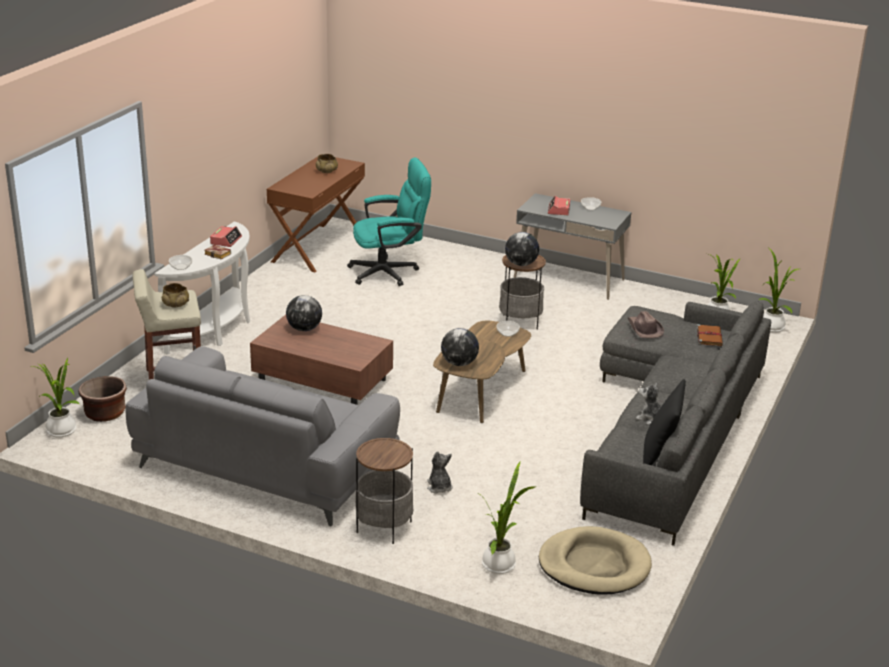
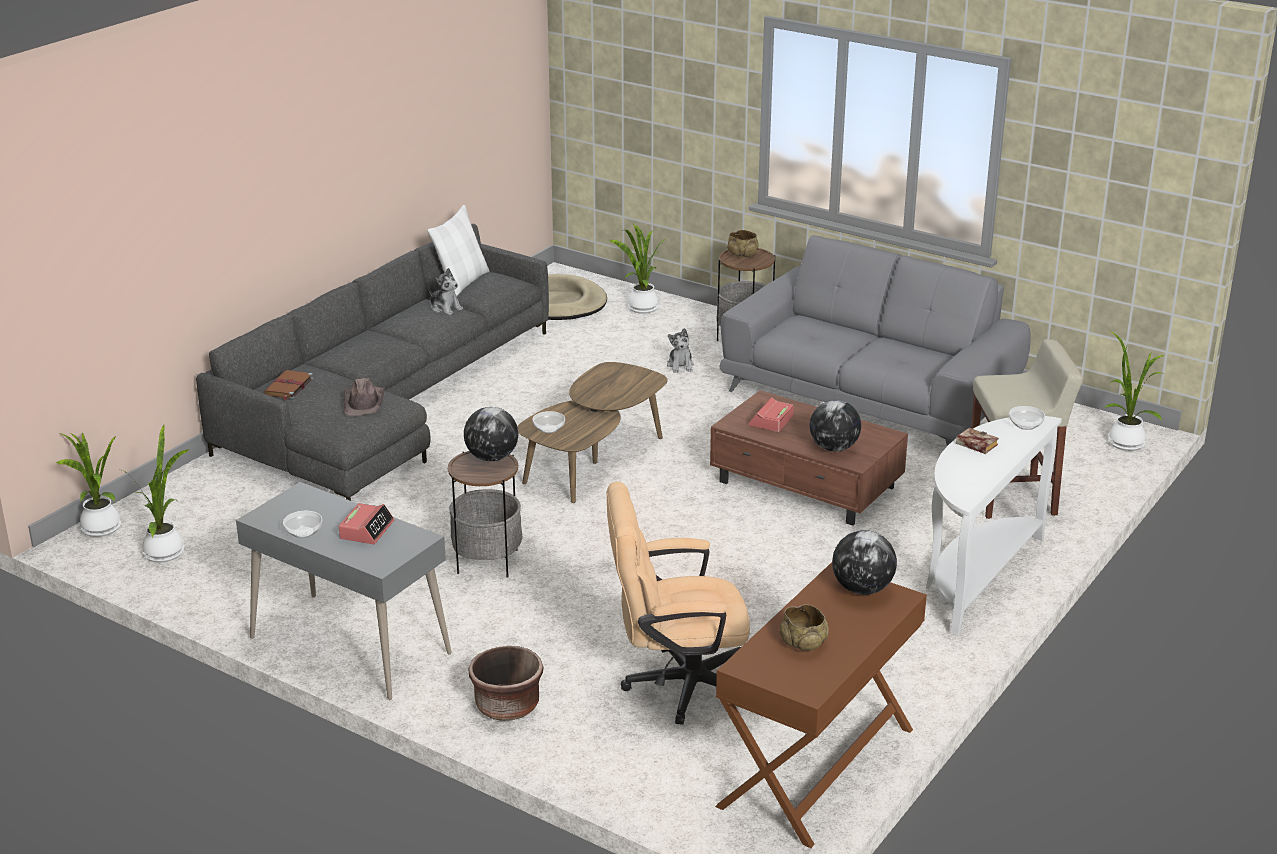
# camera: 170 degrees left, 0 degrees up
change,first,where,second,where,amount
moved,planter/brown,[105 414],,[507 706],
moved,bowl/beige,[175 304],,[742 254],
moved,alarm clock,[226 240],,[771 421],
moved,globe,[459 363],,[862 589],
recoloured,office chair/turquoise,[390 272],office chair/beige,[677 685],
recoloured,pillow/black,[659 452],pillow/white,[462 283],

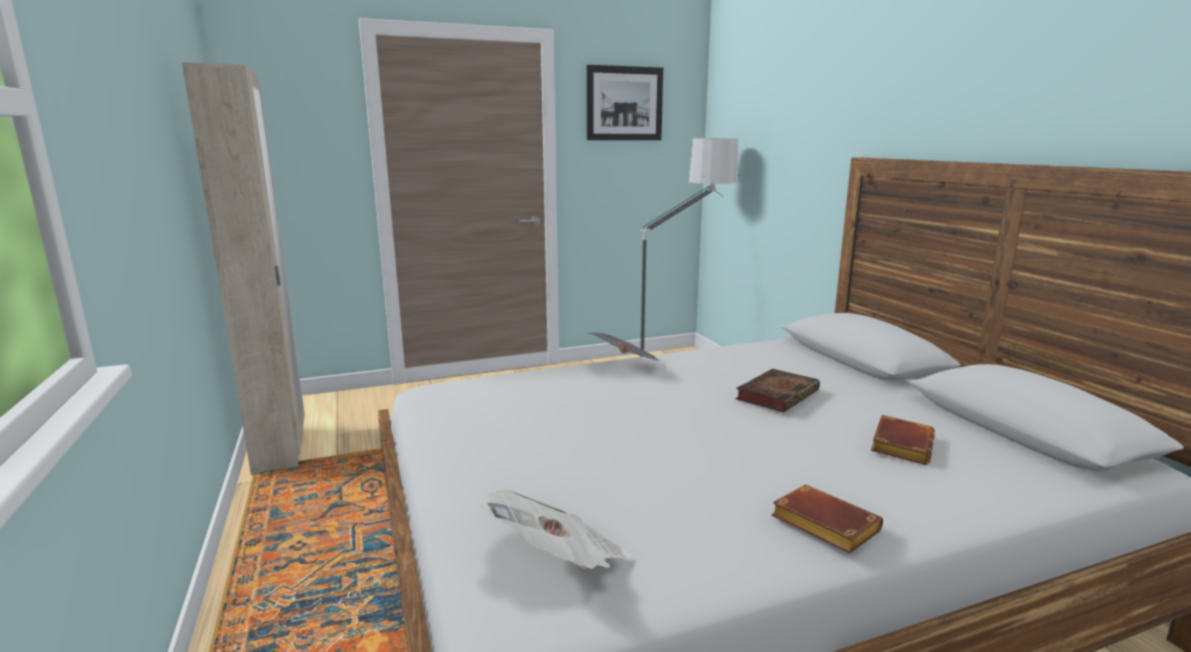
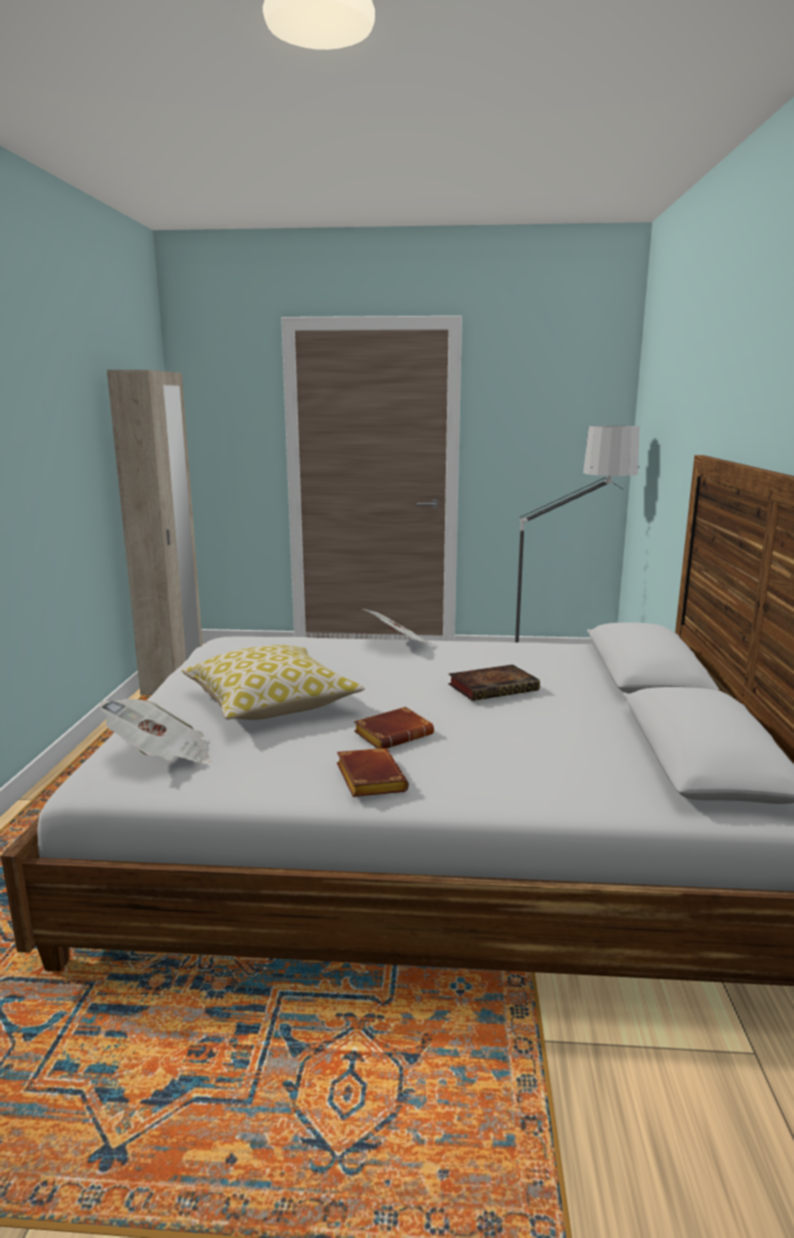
# camera: 25 degrees right, 0 degrees up
change,first,where,second,where,amount
removed,picture,[624 103],,,
added,,,pillow,[271 704],
moved,book/brown,[899 445],,[394 734],

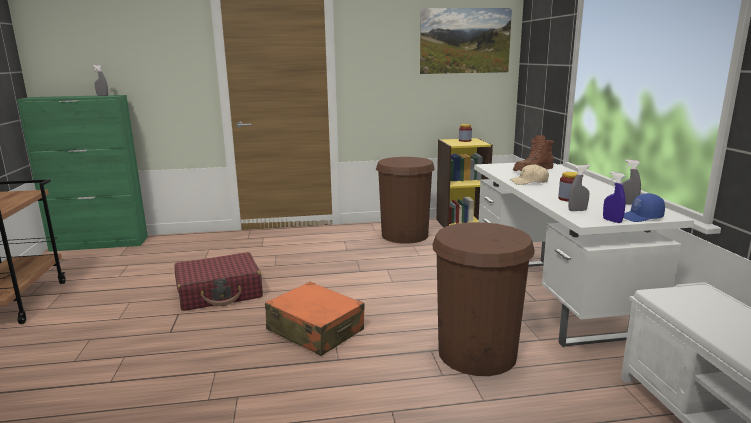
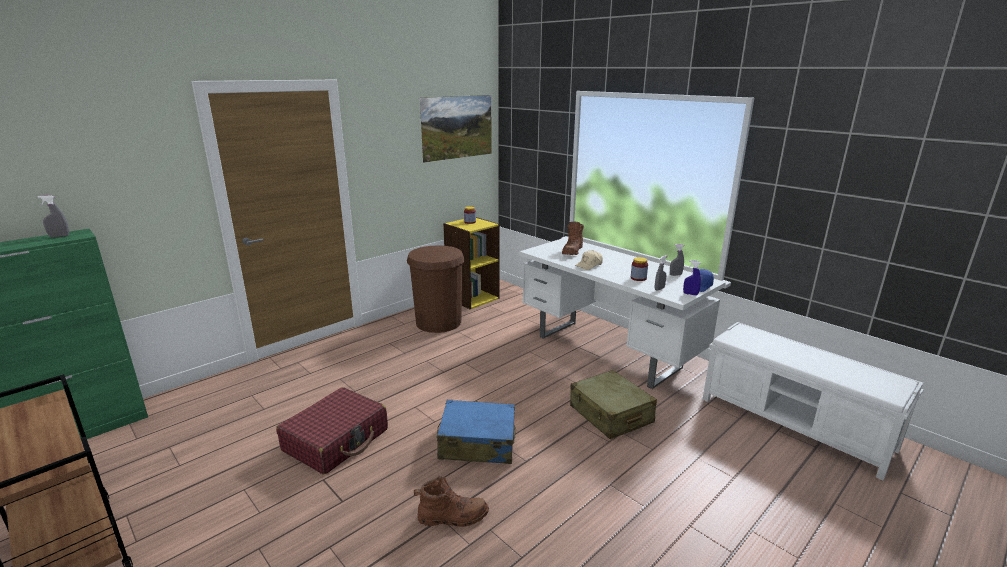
# camera: 35 degrees left, 5 degrees up
change,first,where,second,where,amount
added,,,boot/brown,[453 517],
replaced,trash can/brown,[477 353],suitcase/beige,[610 414],
recoloured,suitcase/orange,[315 330],suitcase/blue,[477 443],

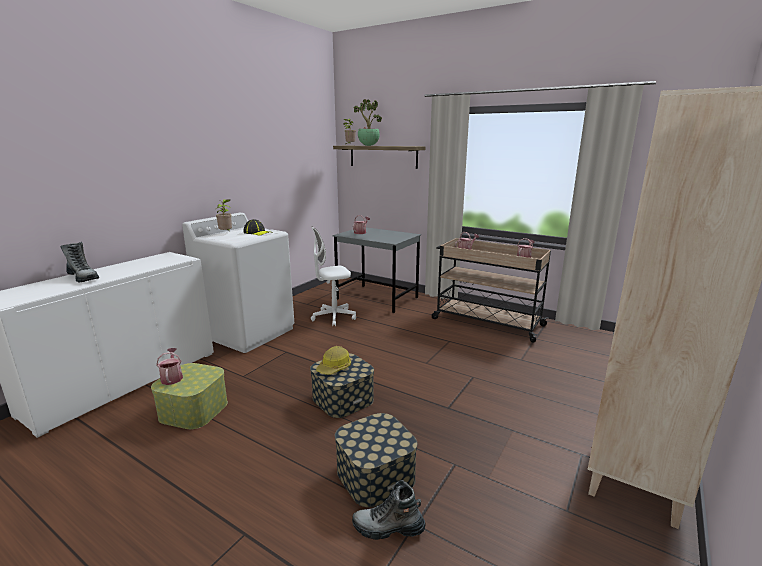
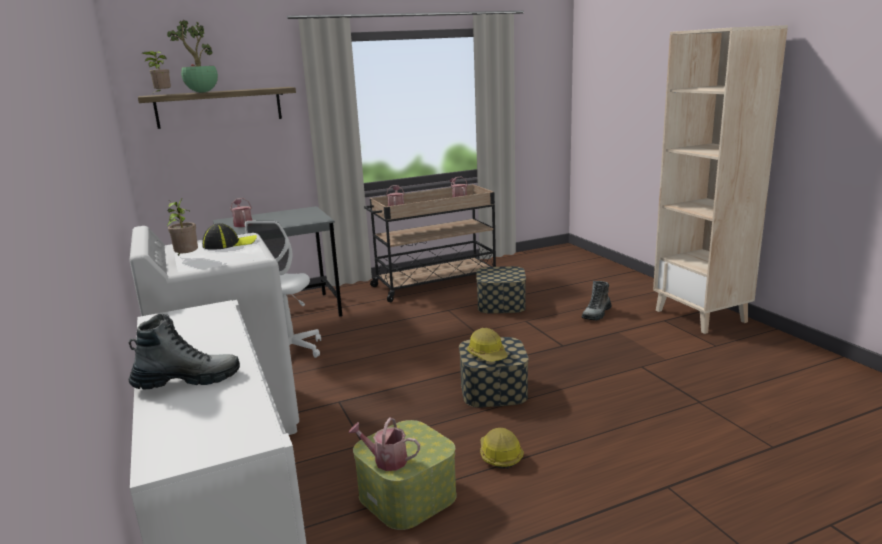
# camera: 55 degrees left, 0 degrees up
change,first,where,second,where,amount
added,,,hard hat,[499 455],
moved,storage box,[375 475],,[501 304],
moved,boot,[388 528],,[596 314],

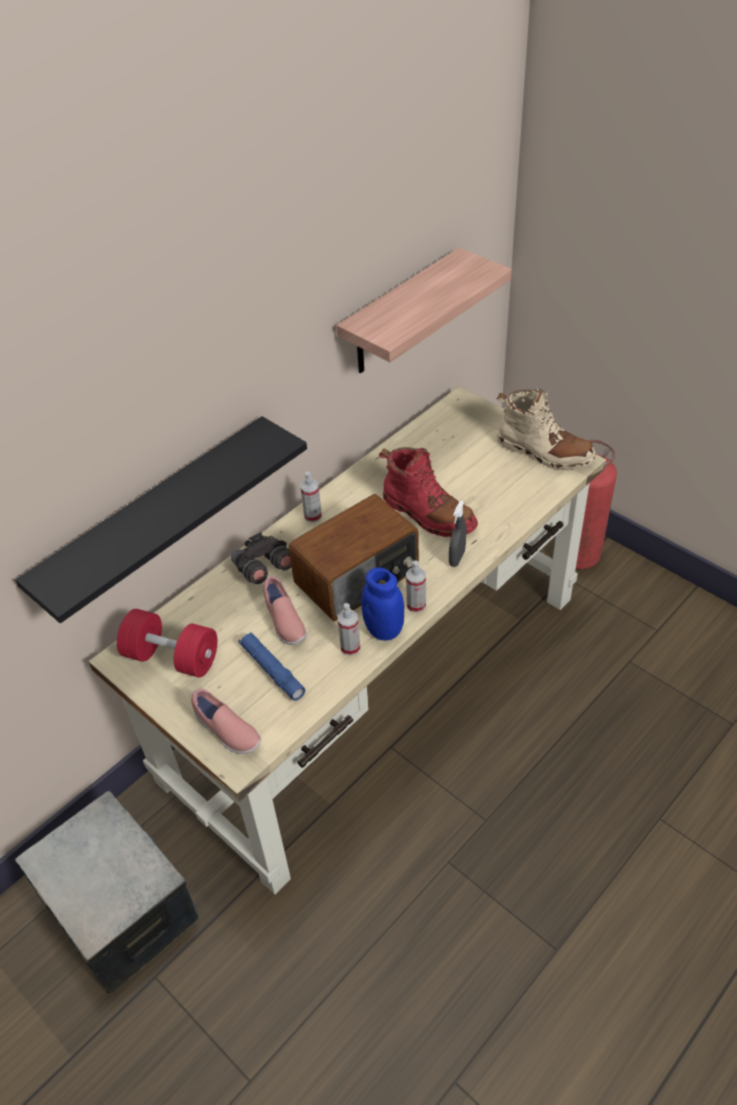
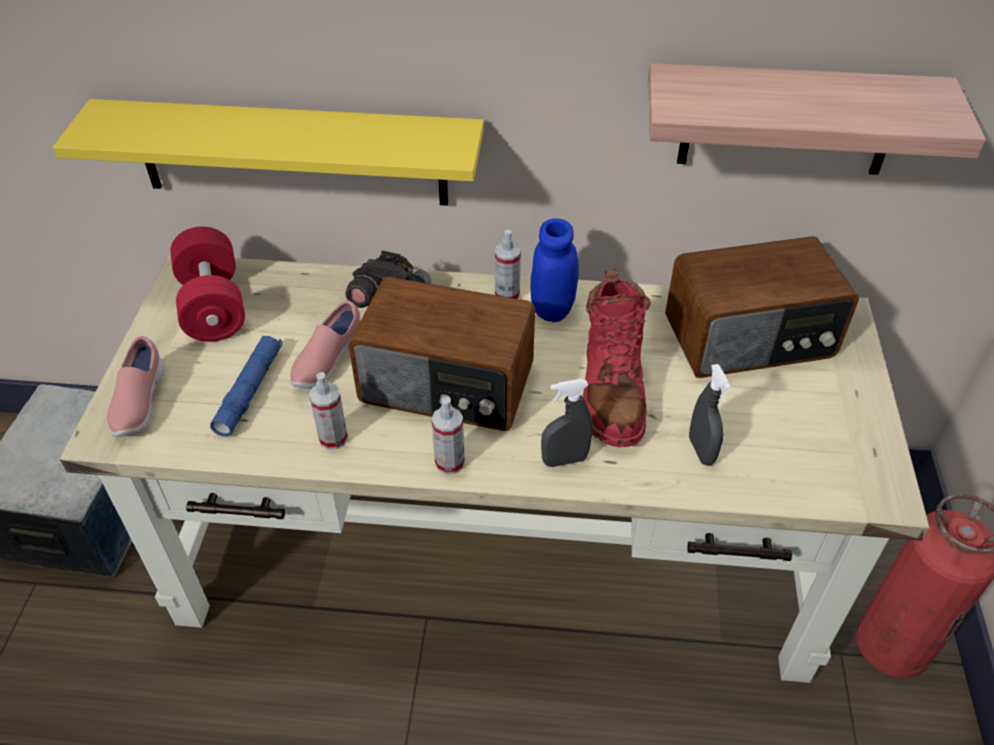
# camera: 50 degrees right, 0 degrees up
change,first,where,second,where,amount
removed,boot/beige,[544 452],,,
added,,,radio,[750 339],
added,,,spray bottle/grey,[701 450],
moved,jar/blue,[384 630],,[552 309],
recoloured,shelf/black,[156 519],shelf/yellow,[291 153],

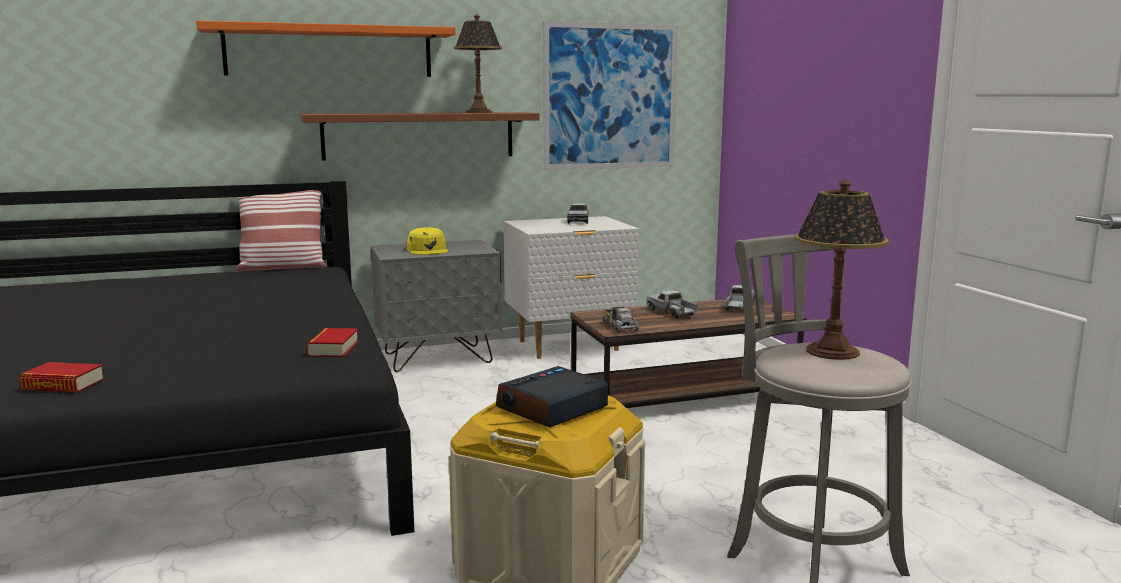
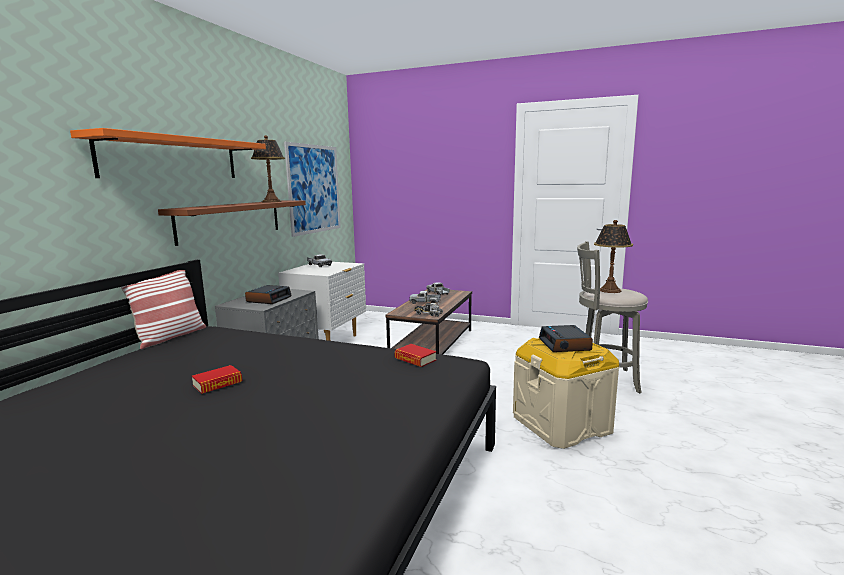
# camera: 50 degrees left, 0 degrees up
change,first,where,second,where,amount
moved,book,[63 385],,[217 384],
replaced,cap/yellow,[428 250],alarm clock,[269 299],

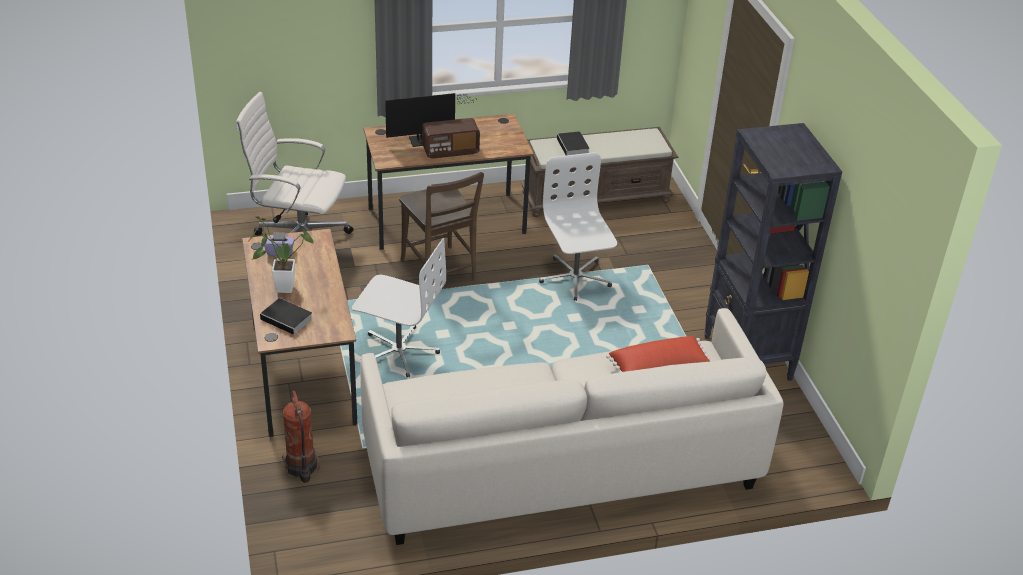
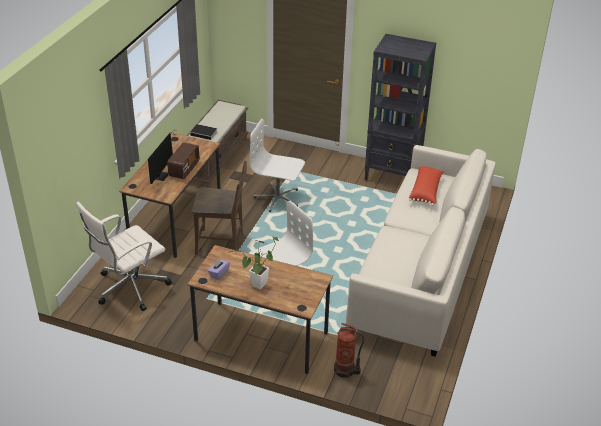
# camera: 55 degrees left, 0 degrees up
change,first,where,second,where,amount
removed,book,[288 319],,,

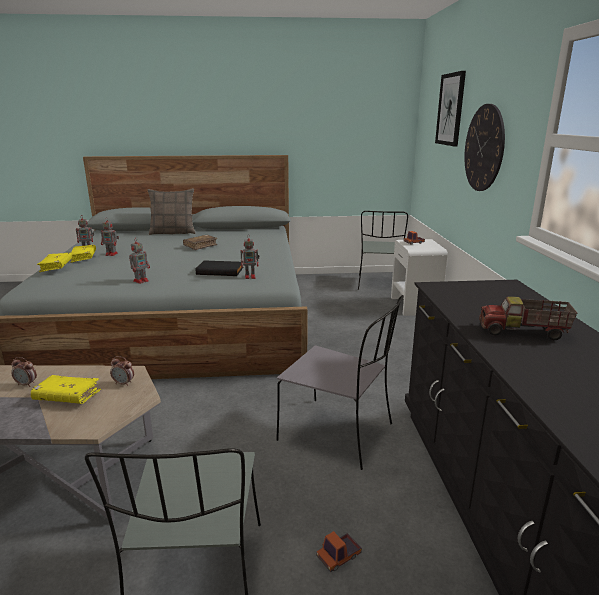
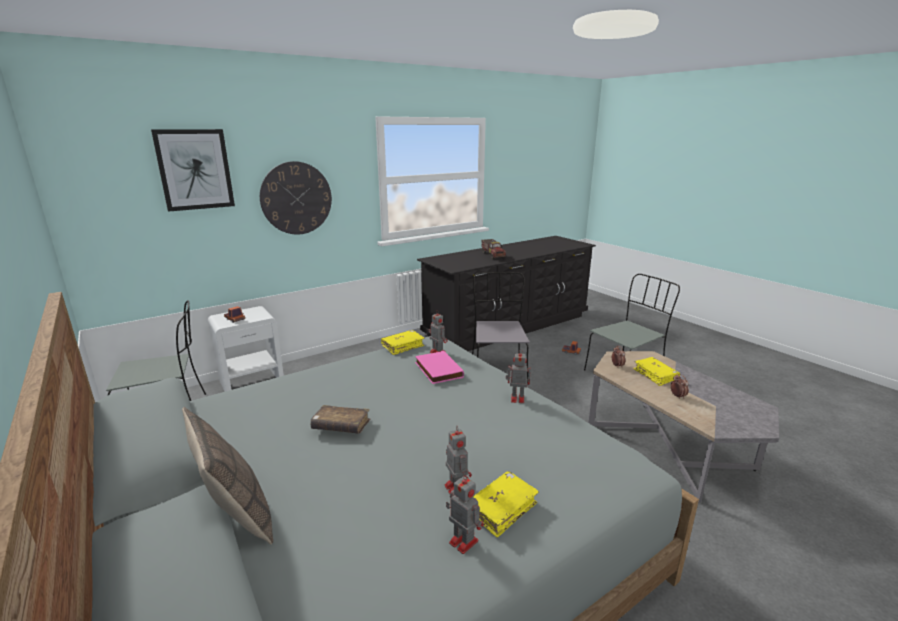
# camera: 120 degrees left, 0 degrees up
change,first,where,second,where,amount
moved,book/yellow,[56 266],,[403 346],
recoloured,book/black,[220 271],book/pink,[437 370],

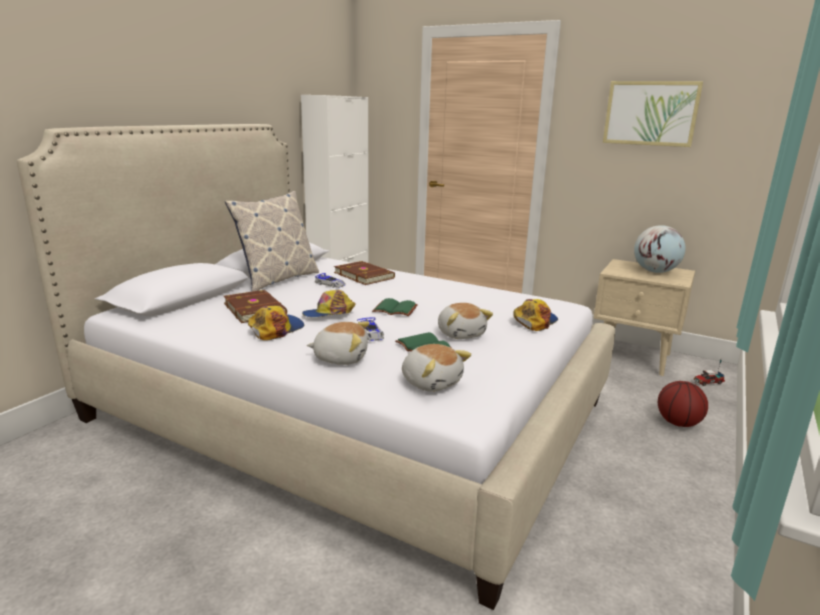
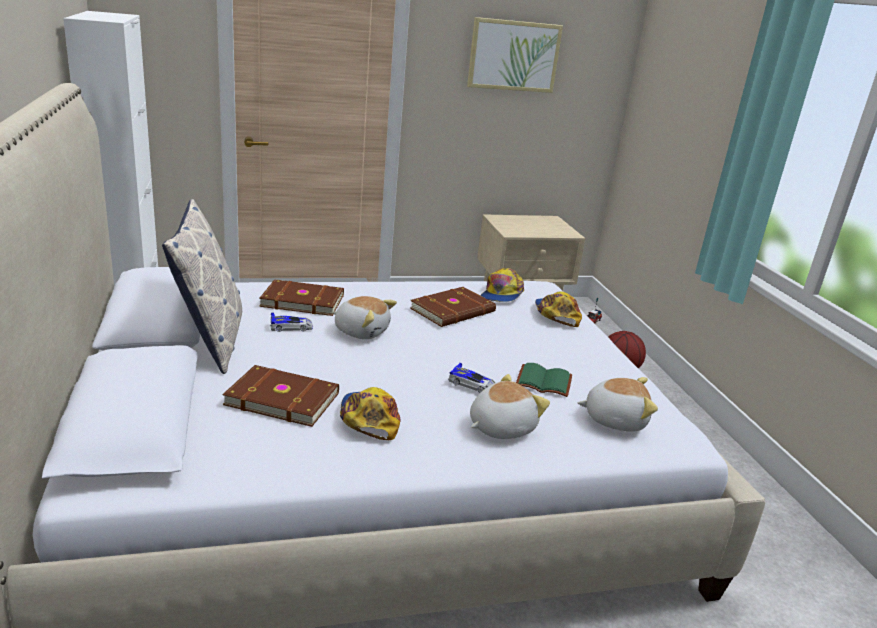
# camera: 45 degrees left, 5 degrees up
change,first,where,second,where,amount
removed,book/green,[396 309],,,
removed,globe,[655 271],,,
added,,,book/brown,[454 311],
moved,cap,[329 314],,[501 294],
moved,plush toy,[461 333],,[361 331],

